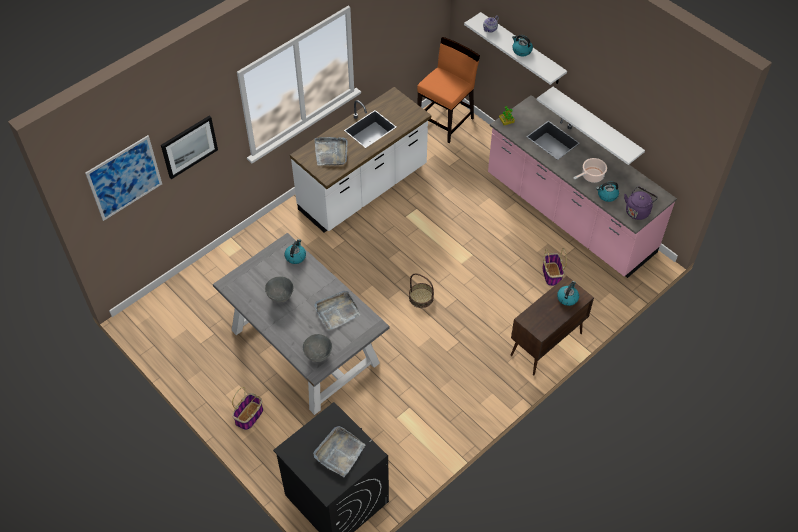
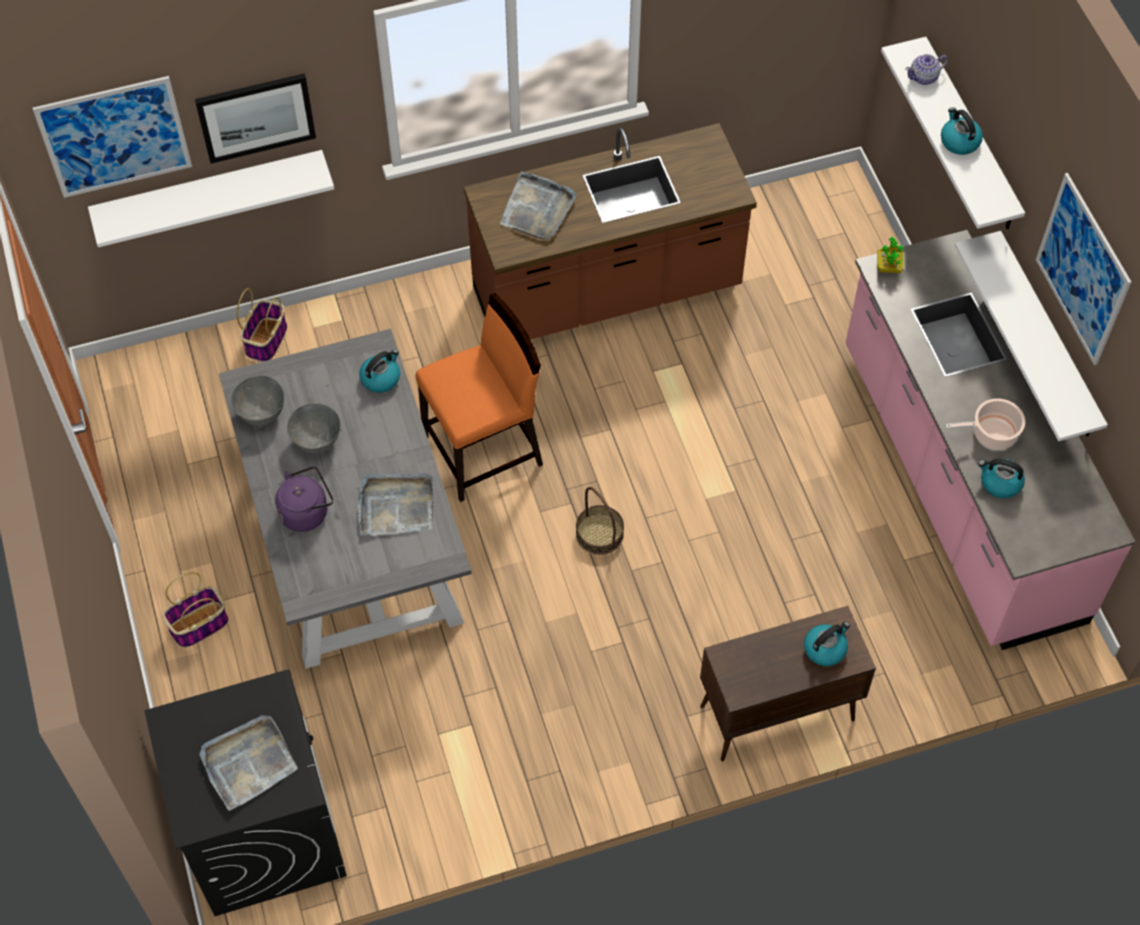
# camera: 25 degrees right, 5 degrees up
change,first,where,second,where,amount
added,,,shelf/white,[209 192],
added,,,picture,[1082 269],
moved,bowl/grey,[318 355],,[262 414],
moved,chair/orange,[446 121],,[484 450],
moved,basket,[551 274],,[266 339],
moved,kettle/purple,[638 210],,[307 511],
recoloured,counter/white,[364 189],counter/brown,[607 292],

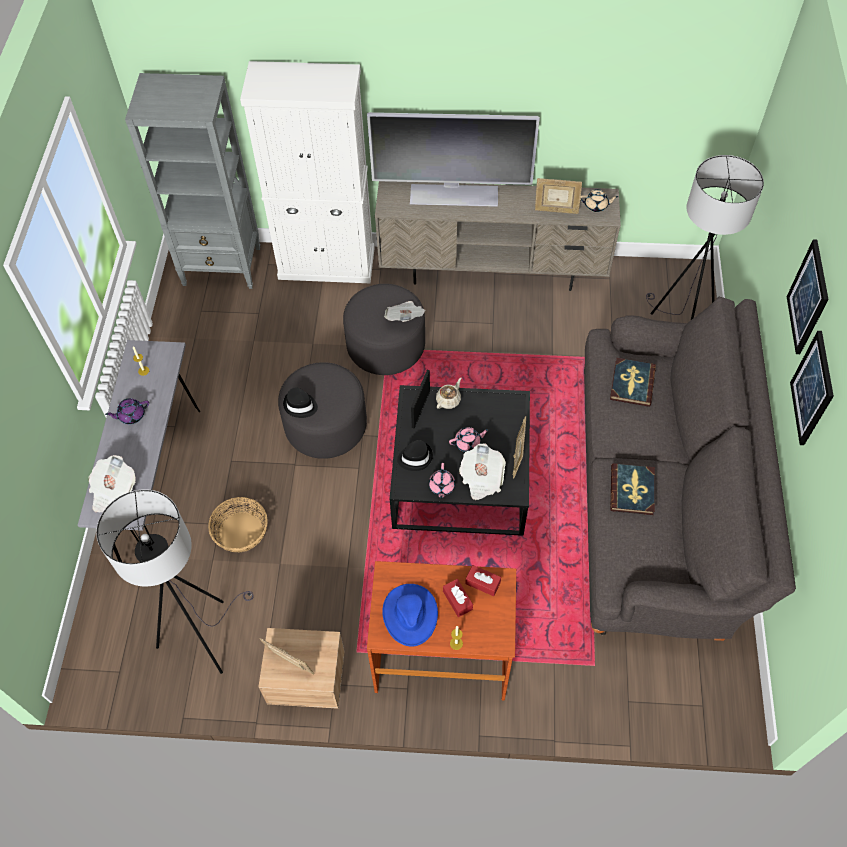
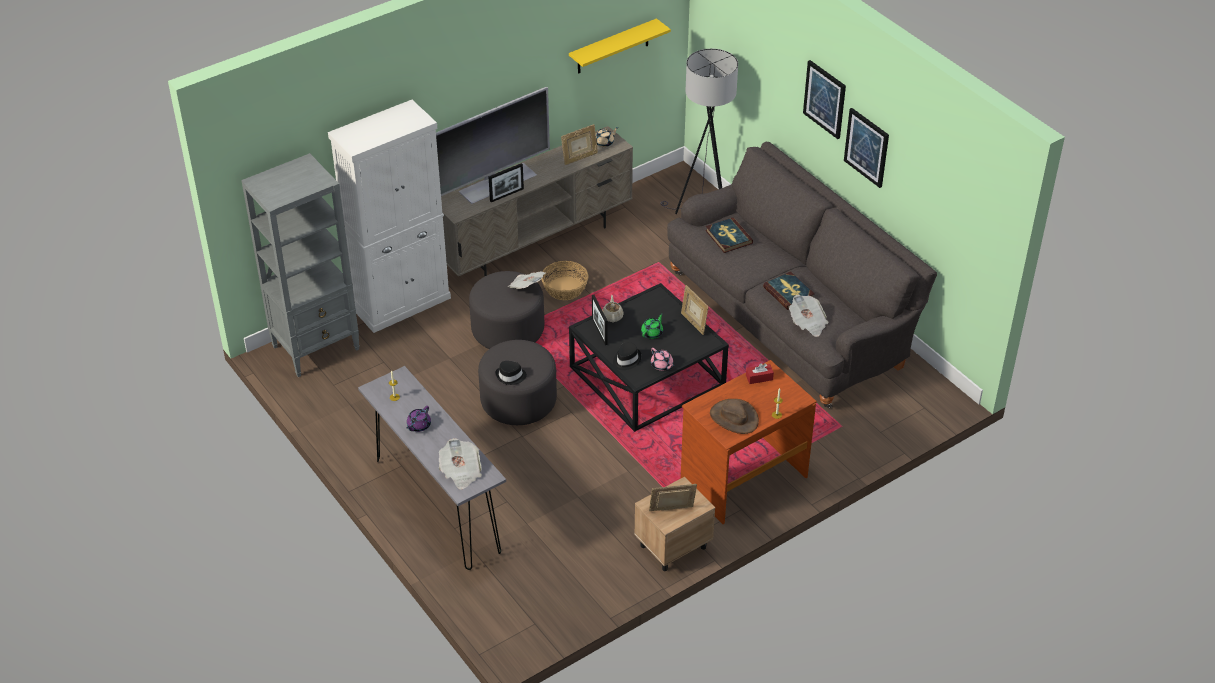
# camera: 40 degrees left, 15 degrees down
change,first,where,second,where,amount
removed,floor lamp/grey,[203 634],,,
removed,tissue box/red,[457 600],,,
added,,,picture frame,[506 195],
added,,,shelf/yellow,[613 47],
moved,basket,[241 532],,[565 289],
moved,newspaper,[481 479],,[808 323],
recoloured,hat/blue,[410 614],hat/brown,[733 418],
recoloured,teapot/pink,[468 443],teapot/green,[652 333],

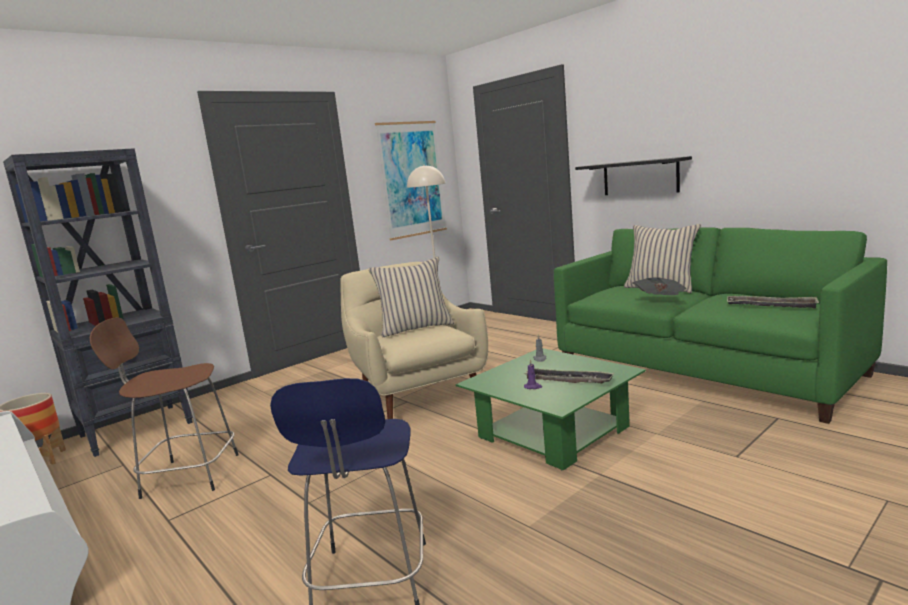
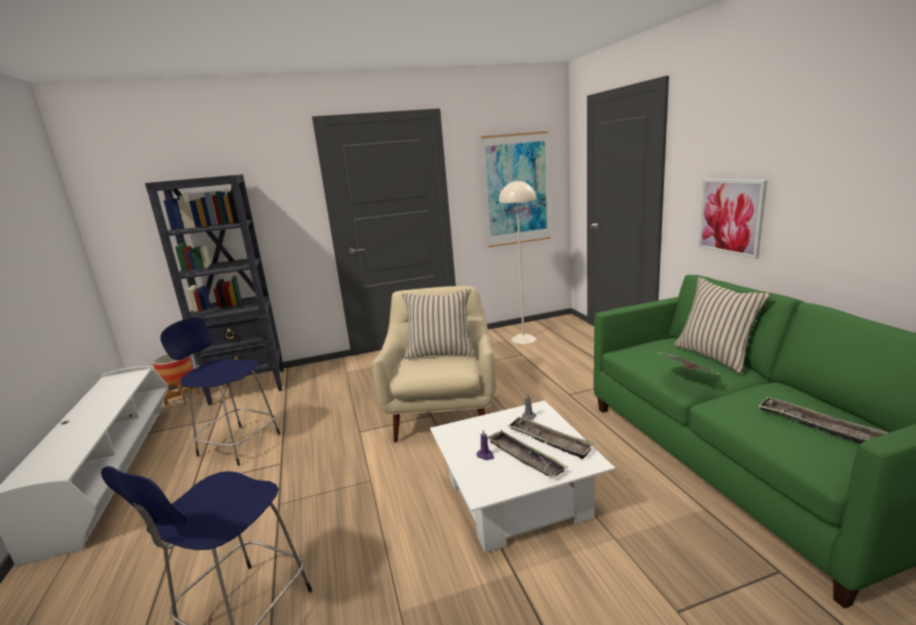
# camera: 25 degrees right, 5 degrees up
change,first,where,second,where,amount
added,,,tray,[549 441],
replaced,shelf/black,[640 177],picture,[731 216],
recoloured,stool/brown,[187 475],stool/blue,[237 444],
recoloured,coffee table/green,[553 432],coffee table/white,[516 498],

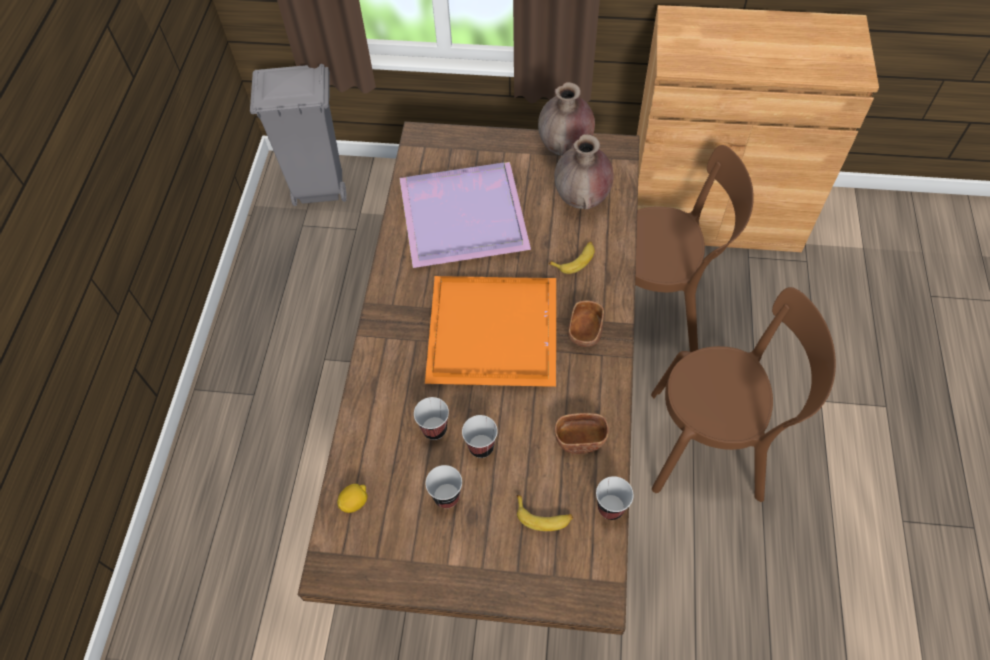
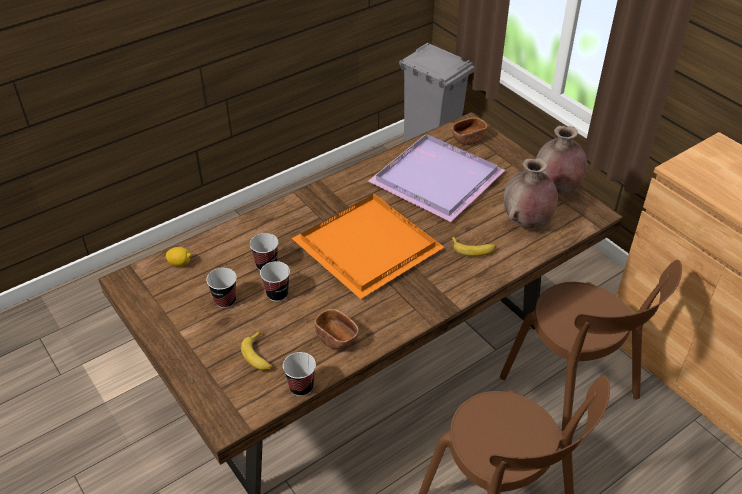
# camera: 45 degrees right, 15 degrees down
change,first,where,second,where,amount
moved,bowl/brown,[585 332],,[468 139],

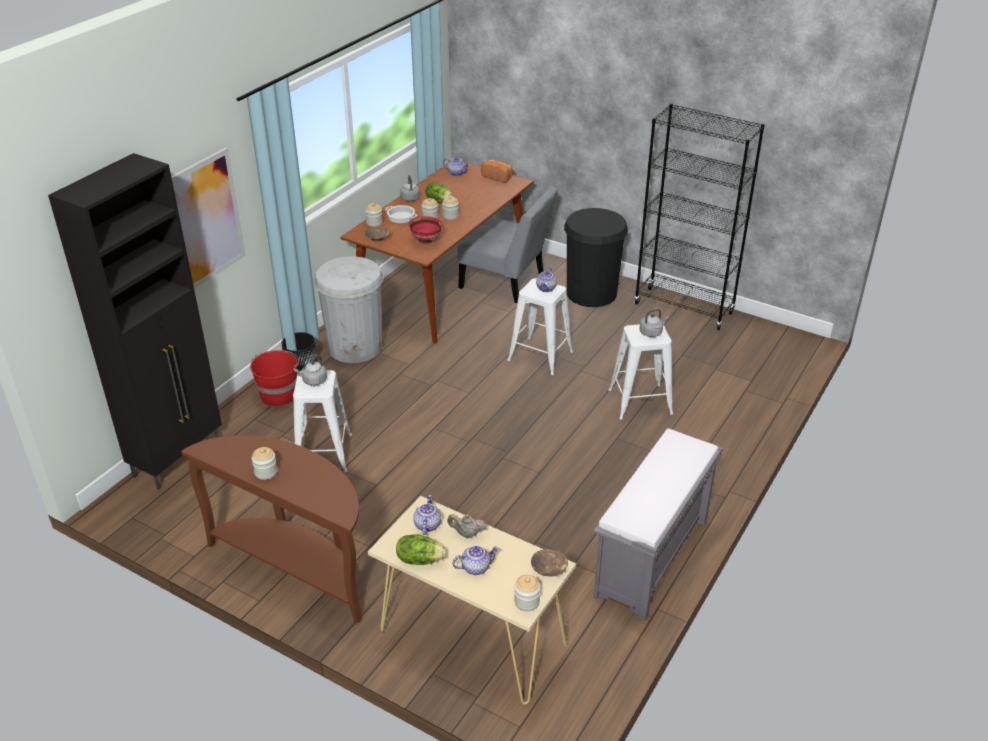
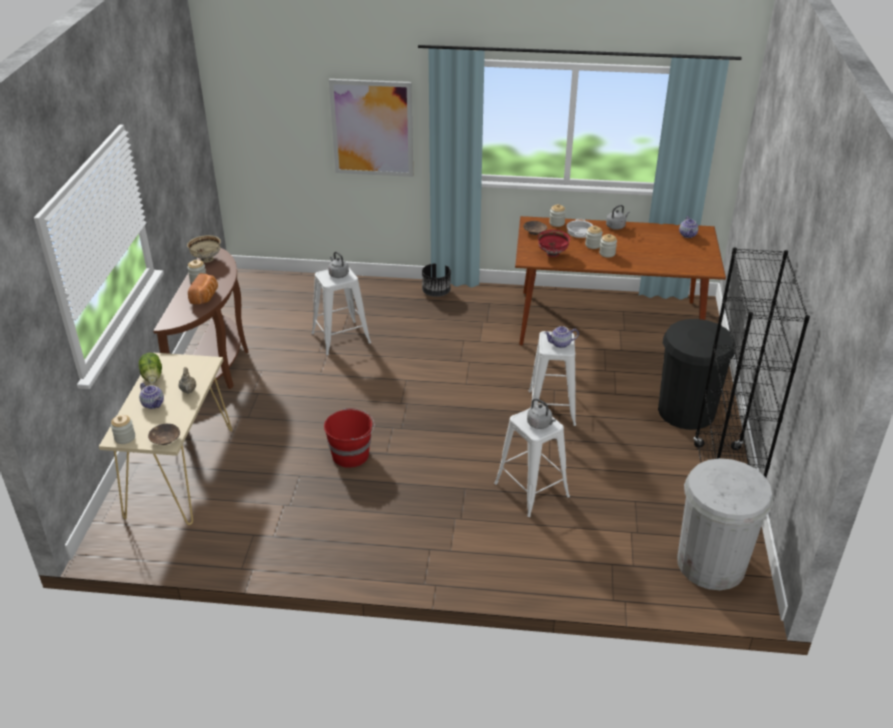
# camera: 65 degrees right, 0 degrees up
change,first,where,second,where,amount
removed,cabinet/black,[179 457],,,
removed,teapot,[427 525],,,
removed,lettuce,[439 201],,,
removed,chair/grey,[506 282],,,
removed,bench/grey,[652 559],,,
added,,,bowl/beige,[206 259],
moved,bucket/red,[278 394],,[351 454],
moved,trash can/white,[355 347],,[711 564],
moved,bread,[498 177],,[205 297],

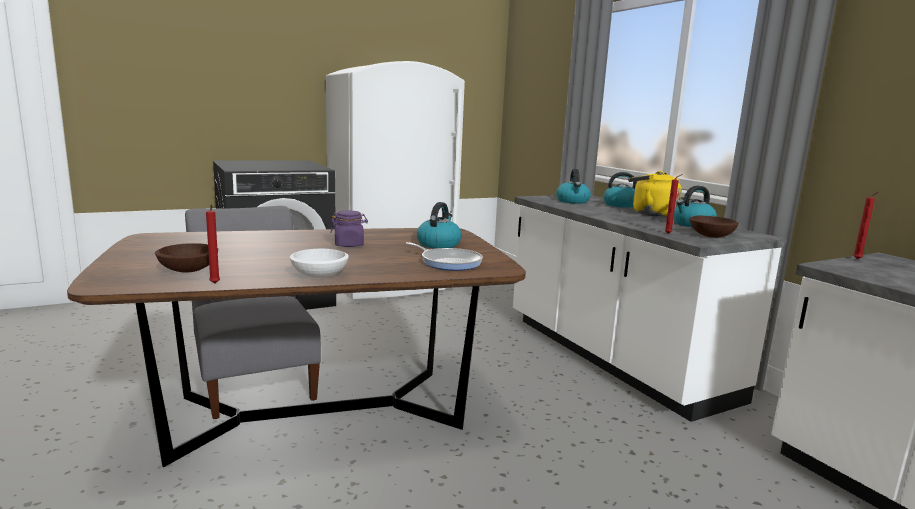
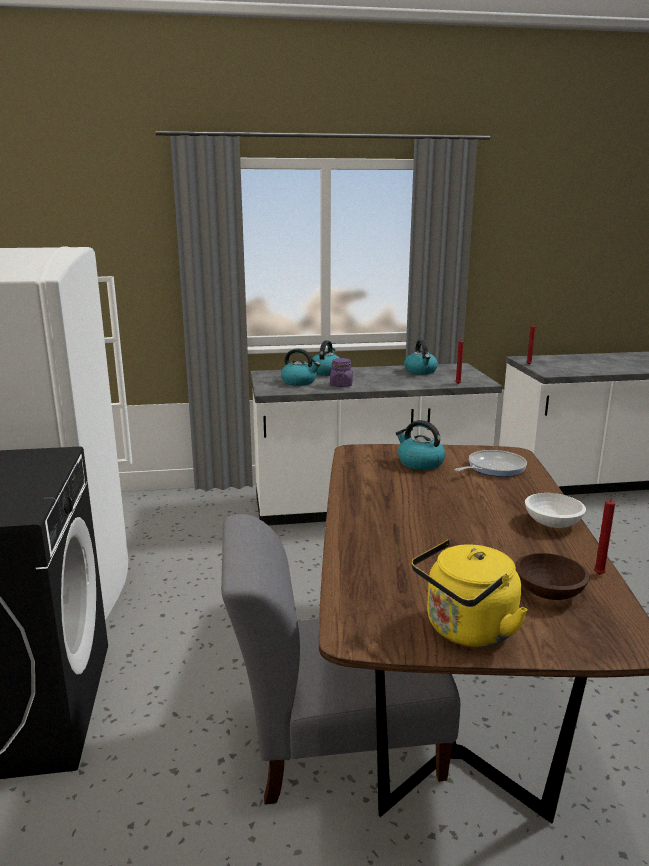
# camera: 70 degrees left, 5 degrees up
change,first,where,second,where,amount
removed,bowl/brown,[711 236],,,
moved,jar/purple,[349 244],,[341 385],
moved,kettle/yellow,[651 213],,[466 630],

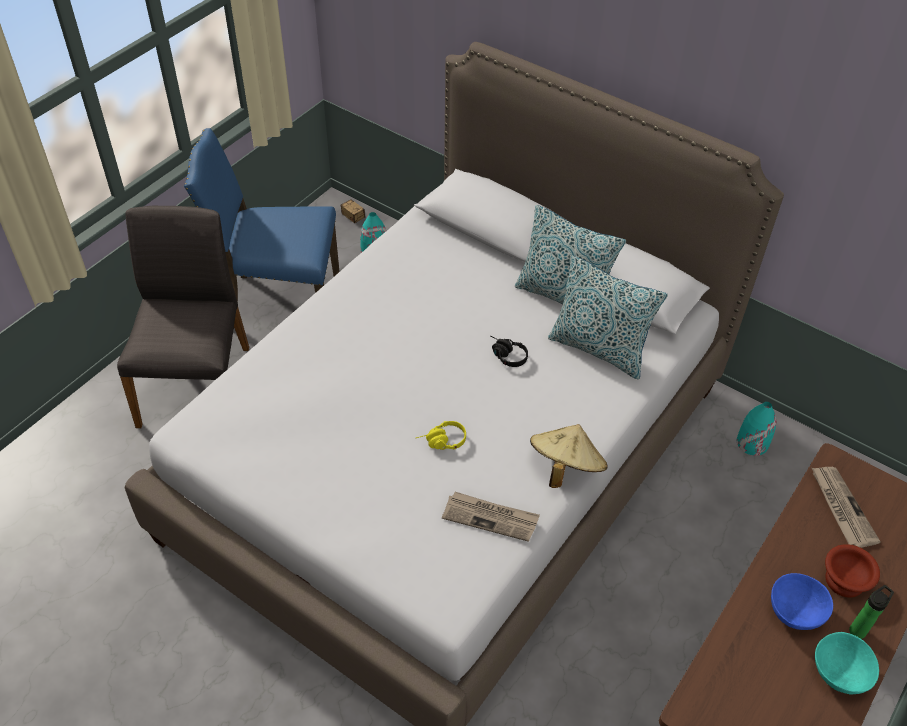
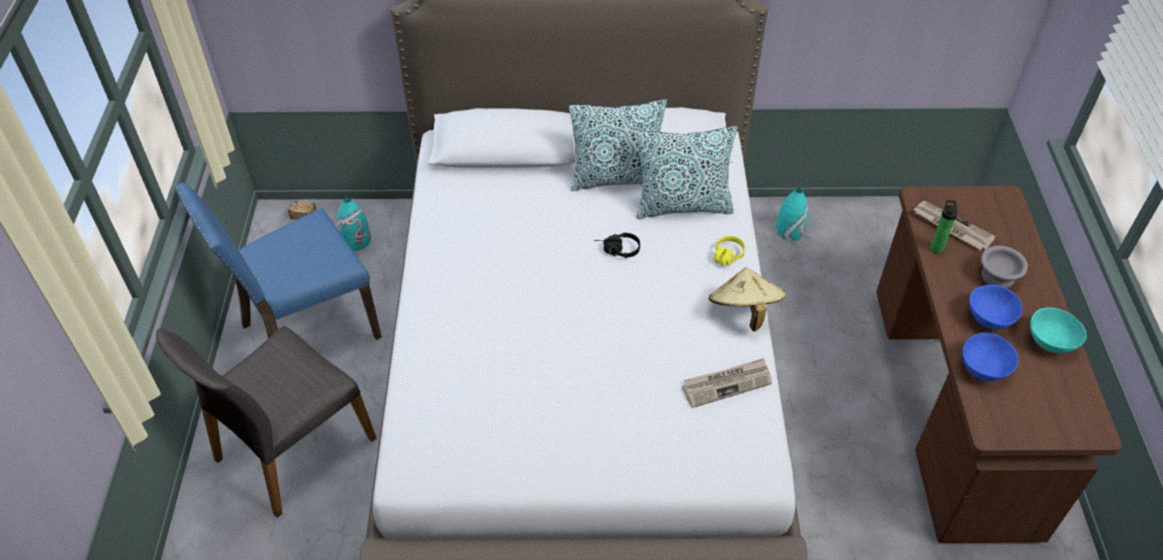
# camera: 35 degrees left, 0 degrees up
change,first,where,second,where,amount
added,,,bowl/blue,[984 368],
moved,headphones/yellow,[441 442],,[725 259],
moved,bottle,[859 629],,[936 247],
recoloured,bowl/brown,[843 581],bowl/grey,[997 278],
turned,chair/grey,[197 384],,[292 448],105 degrees counterclockwise

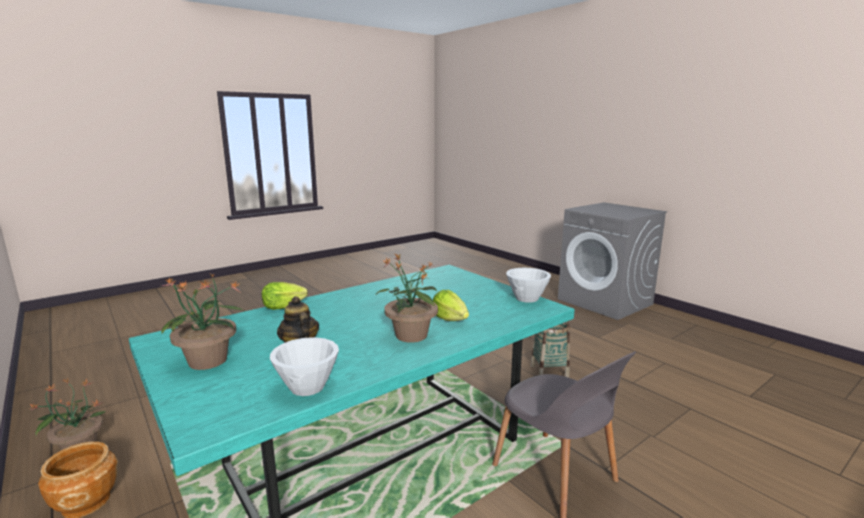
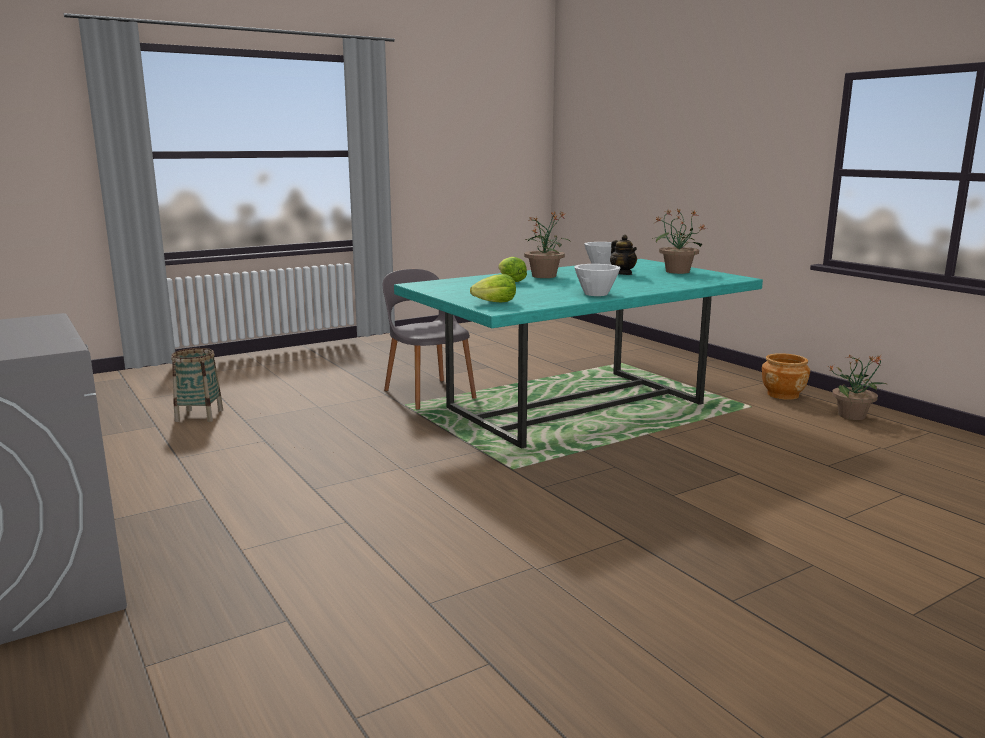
# camera: 175 degrees left, 0 degrees up
change,first,where,second,where,amount
moved,lettuce,[283 307],,[495 303],
moved,bowl/white,[526 298],,[596 294],
moved,basket,[549 372],,[199 416],

